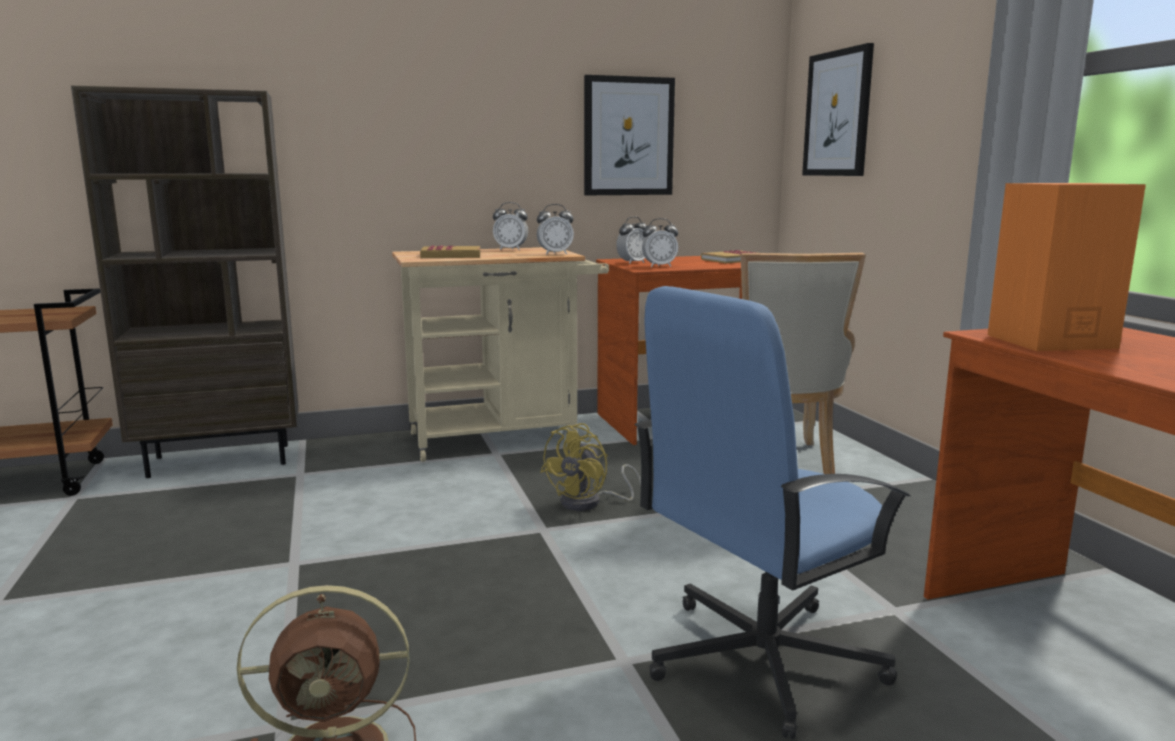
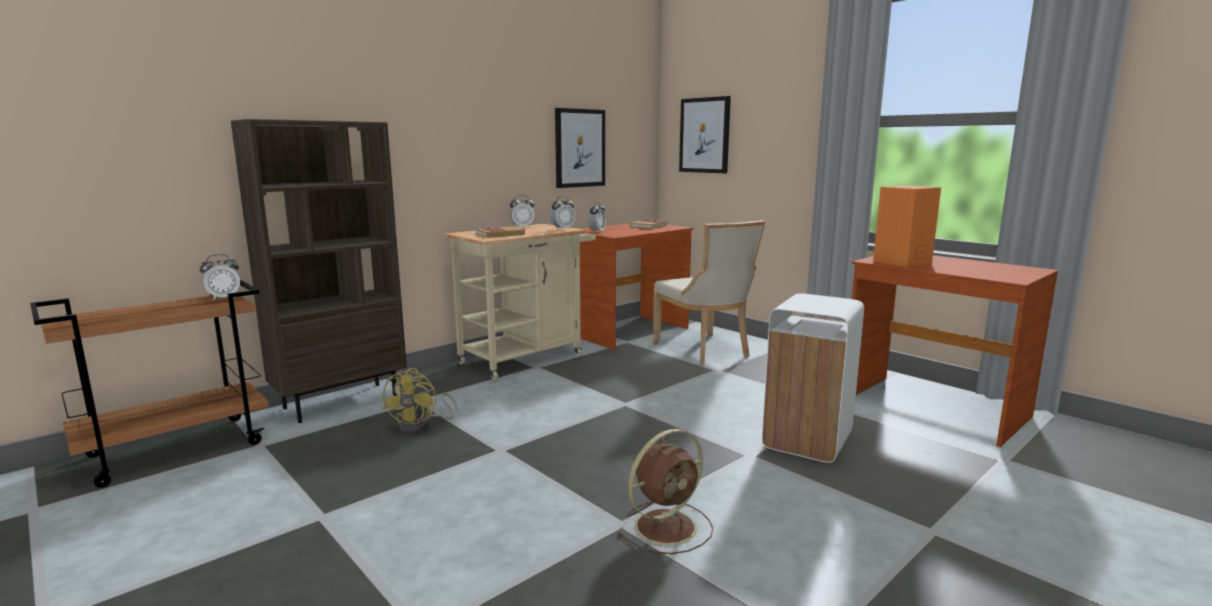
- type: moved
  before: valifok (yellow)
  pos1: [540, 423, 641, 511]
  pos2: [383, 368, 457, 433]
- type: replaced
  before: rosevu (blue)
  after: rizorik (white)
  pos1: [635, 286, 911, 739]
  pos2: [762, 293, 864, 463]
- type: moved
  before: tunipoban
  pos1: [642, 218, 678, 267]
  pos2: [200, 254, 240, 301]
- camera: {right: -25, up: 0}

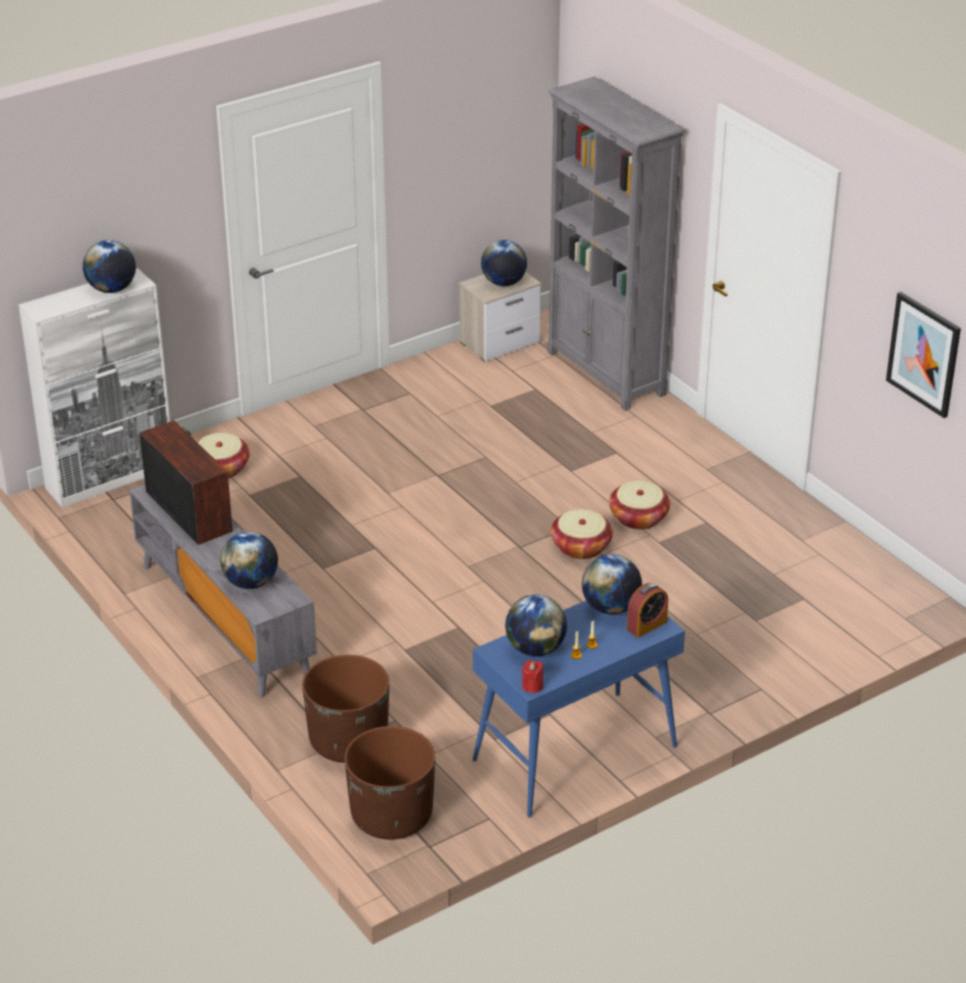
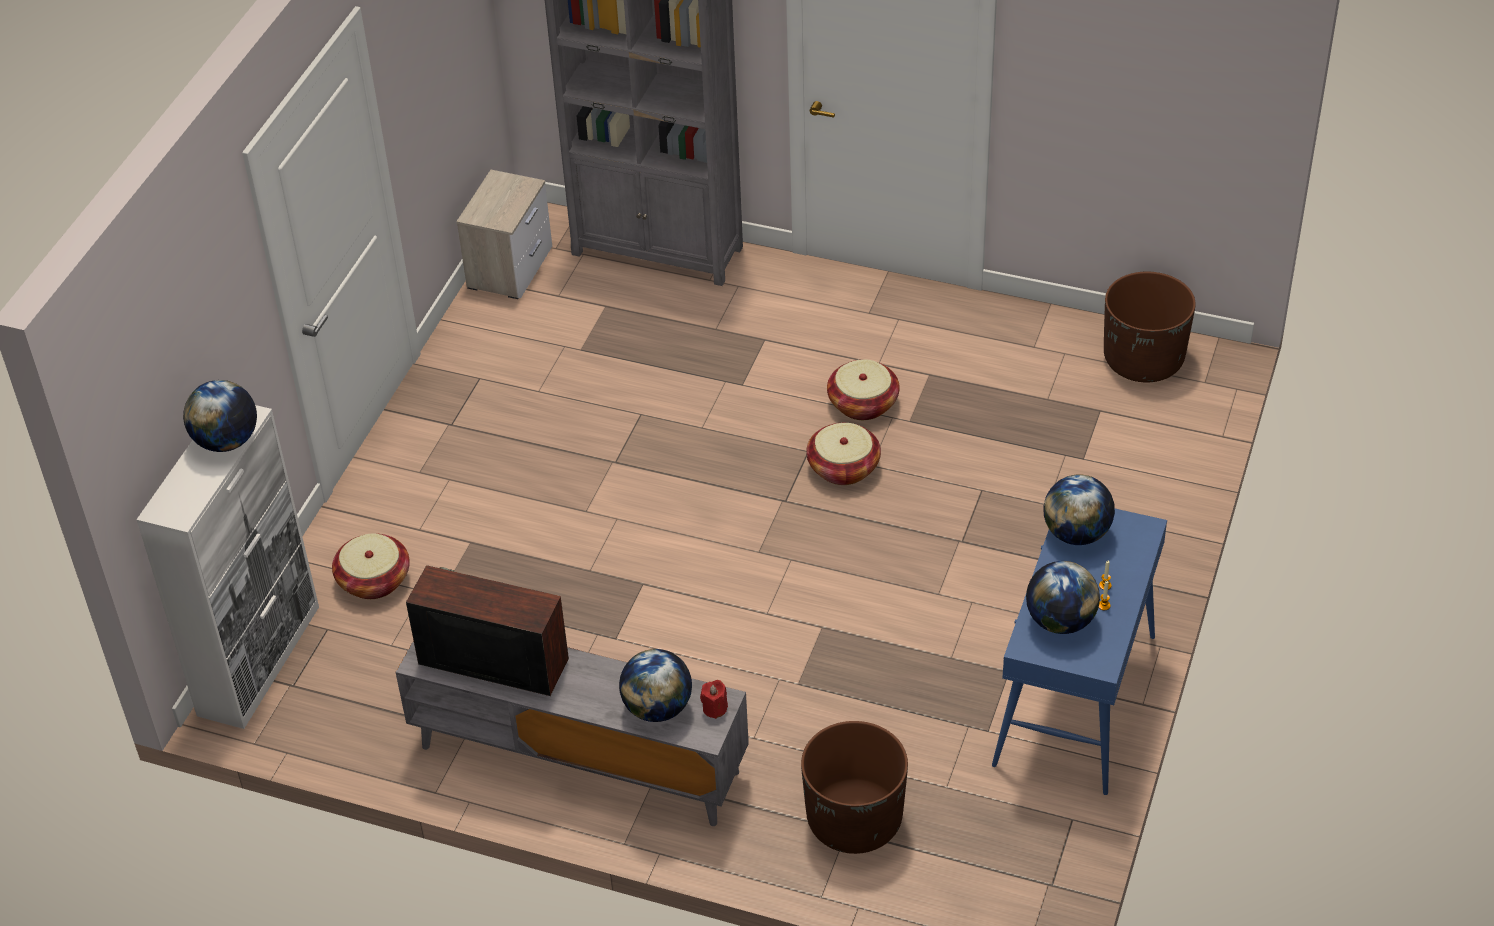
- type: moved
  before: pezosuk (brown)
  pos1: [344, 726, 435, 840]
  pos2: [1104, 272, 1196, 382]
- type: removed
  before: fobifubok
  pos1: [481, 240, 527, 286]
- type: moved
  before: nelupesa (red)
  pos1: [522, 660, 543, 693]
  pos2: [700, 680, 728, 719]
- type: removed
  before: tunipoban
  pos1: [627, 583, 668, 638]
- type: removed
  before: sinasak
  pos1: [886, 292, 961, 418]
- camera: {right: -35, up: 10}

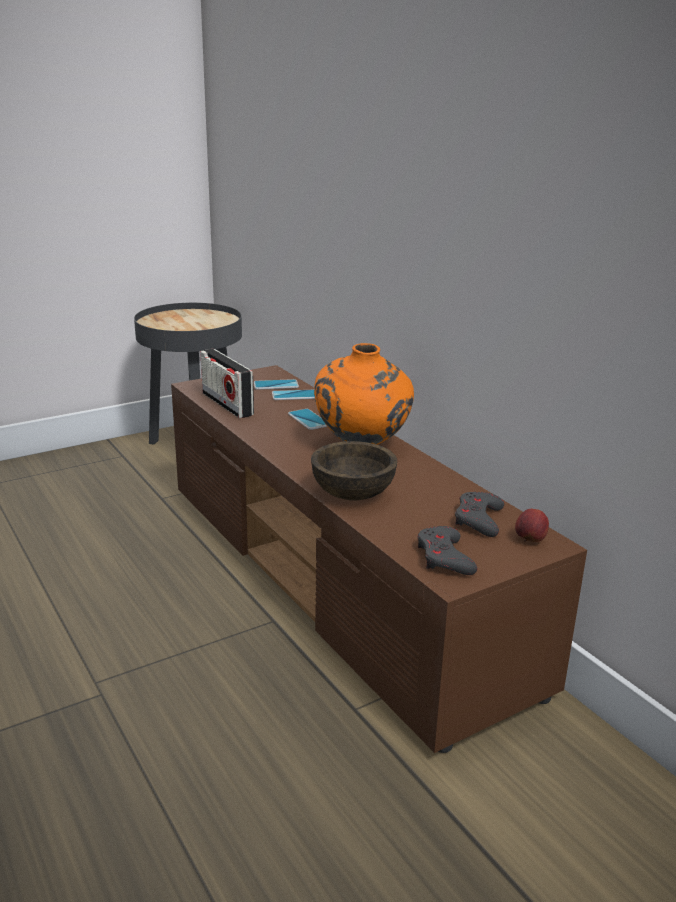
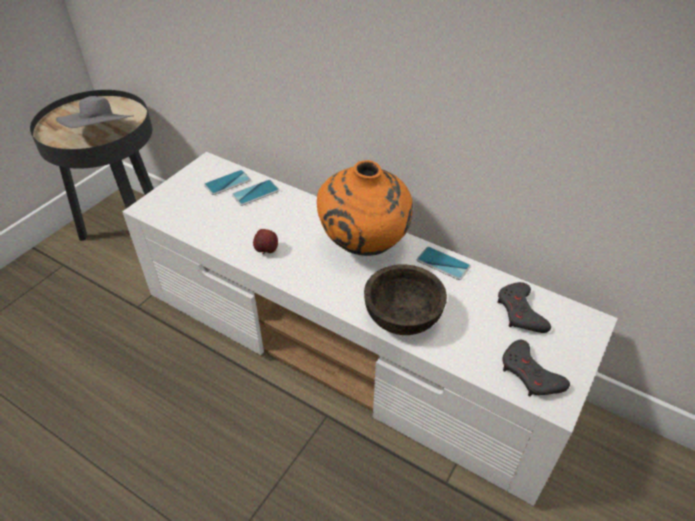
- type: recoloured
  before: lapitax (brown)
  after: lapitax (white)
  pos1: [171, 365, 587, 753]
  pos2: [122, 152, 618, 506]
- type: removed
  before: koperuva
  pos1: [200, 349, 254, 418]
- type: moved
  before: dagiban
  pos1: [288, 409, 328, 430]
  pos2: [417, 247, 471, 280]
- type: moved
  before: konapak
  pos1: [515, 509, 549, 542]
  pos2: [253, 229, 278, 254]
- type: added
  after: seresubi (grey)
  pos2: [56, 96, 132, 128]
- camera: {right: -25, up: 20}

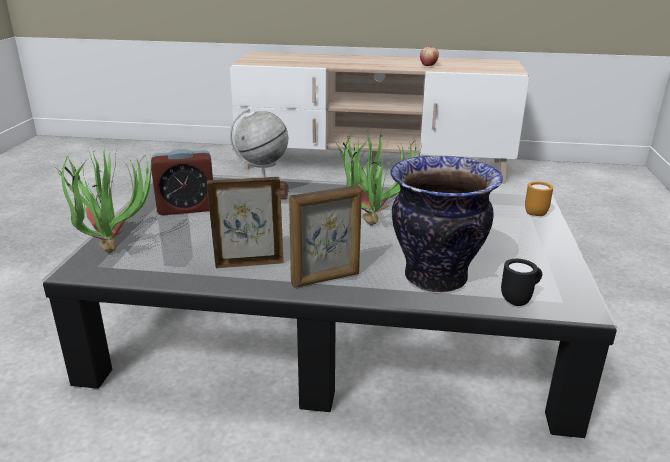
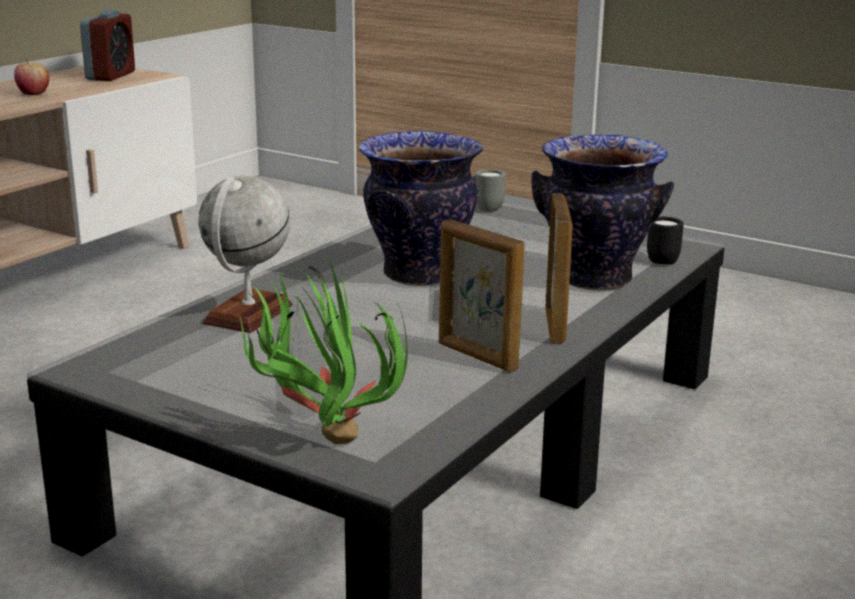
- type: moved
  before: tunipoban
  pos1: [151, 149, 213, 215]
  pos2: [80, 10, 135, 81]
- type: turned
  before: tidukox
  pos1: [207, 177, 284, 268]
  pos2: [439, 219, 525, 372]
  turn: -60
- type: replaced
  before: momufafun
  after: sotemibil
  pos1: [337, 129, 422, 226]
  pos2: [358, 131, 483, 286]
- type: recoloured
  before: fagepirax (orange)
  after: fagepirax (grey)
  pos1: [525, 181, 553, 216]
  pos2: [473, 169, 506, 212]
- camera: {right: -65, up: -5}

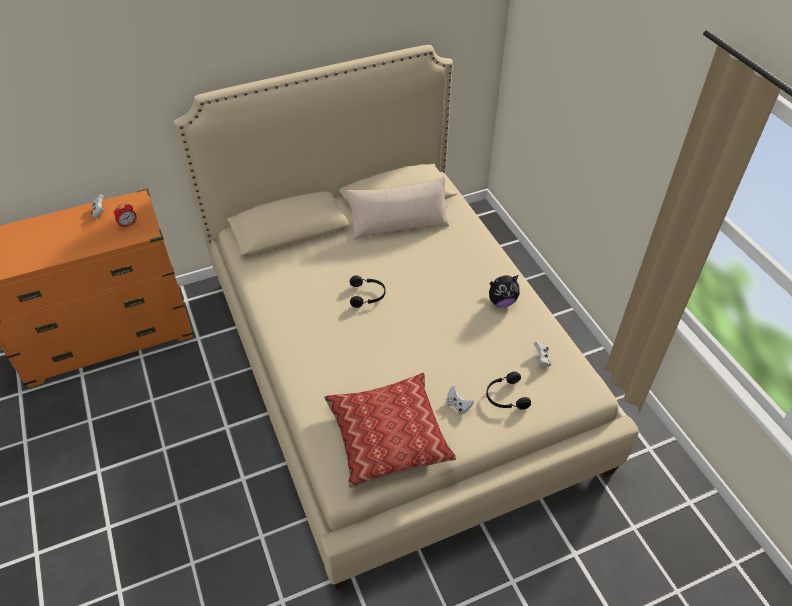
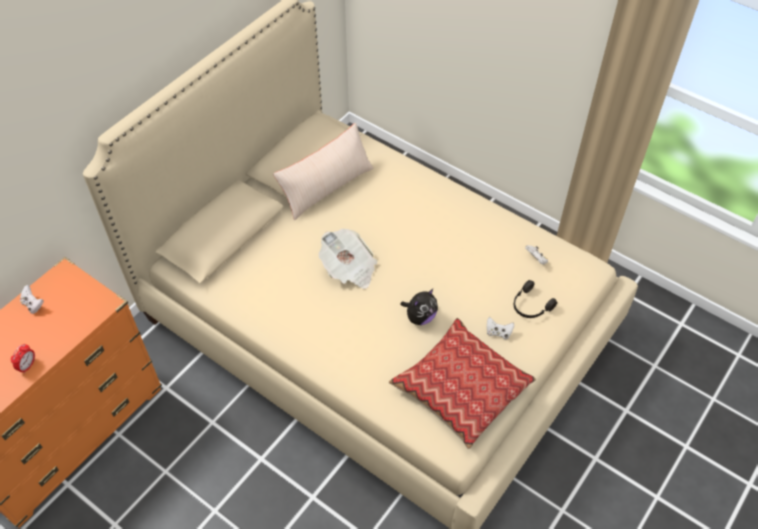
- type: moved
  before: tunipoban
  pos1: [114, 203, 137, 228]
  pos2: [11, 344, 35, 373]
- type: replaced
  before: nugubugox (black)
  after: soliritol
  pos1: [350, 275, 386, 308]
  pos2: [319, 229, 377, 289]
- type: moved
  before: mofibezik
  pos1: [489, 275, 520, 307]
  pos2: [401, 289, 438, 325]
- camera: {right: -30, up: 5}

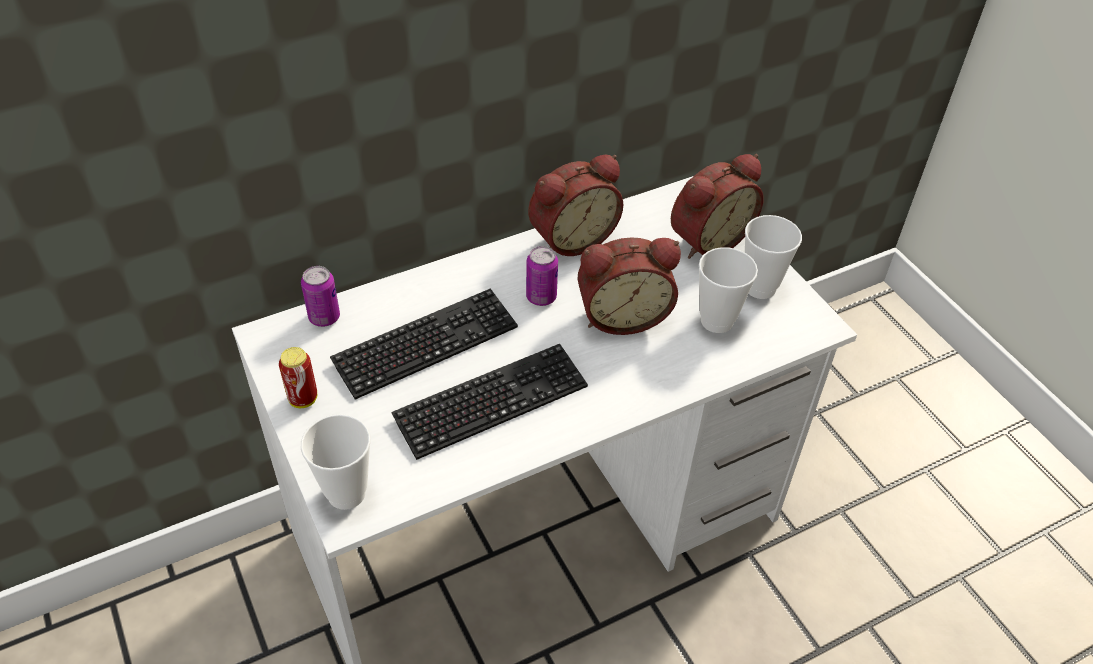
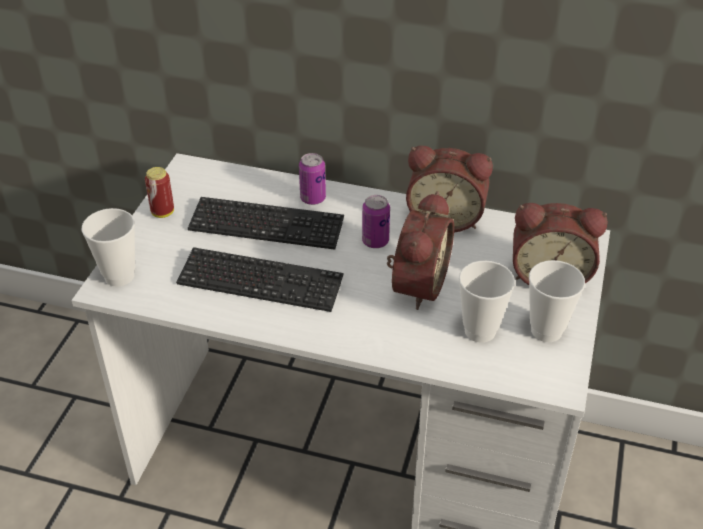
- type: moved
  before: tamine
  pos1: [301, 266, 340, 327]
  pos2: [299, 153, 326, 205]
- type: turned
  before: tunipoban
  pos1: [578, 237, 681, 335]
  pos2: [387, 191, 454, 310]
  turn: -105
- camera: {right: 45, up: -5}

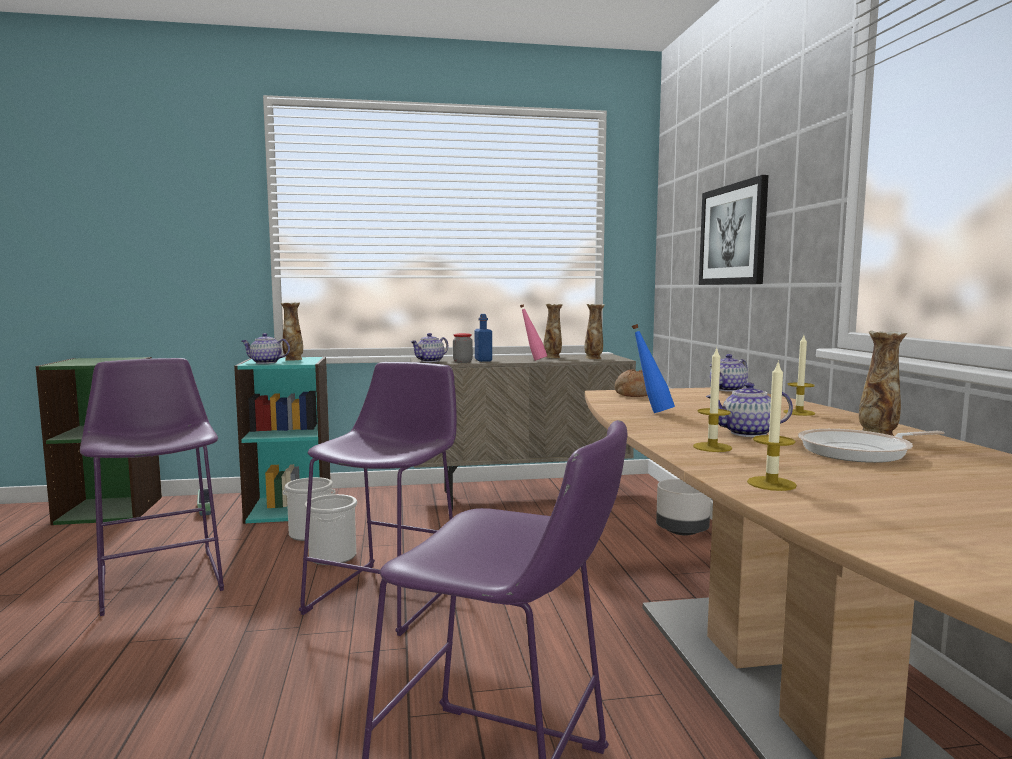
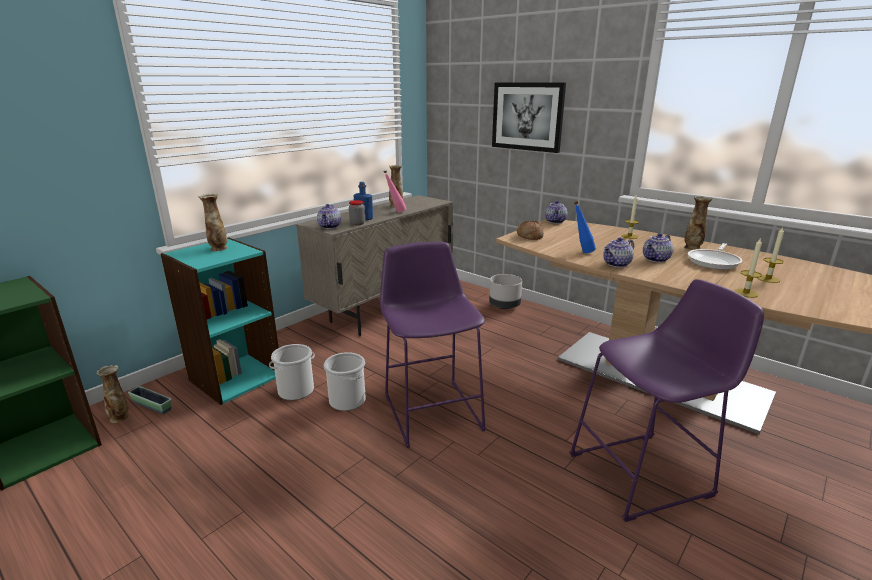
- type: removed
  before: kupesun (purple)
  pos1: [80, 358, 224, 616]
- type: moved
  before: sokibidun
  pos1: [242, 333, 290, 364]
  pos2: [603, 237, 634, 268]
- type: moved
  before: sotemibil
  pos1: [584, 304, 605, 359]
  pos2: [96, 365, 129, 423]
- type: moved
  before: nelupesa
  pos1: [693, 347, 732, 452]
  pos2: [757, 227, 784, 283]
- camera: {right: -40, up: 15}

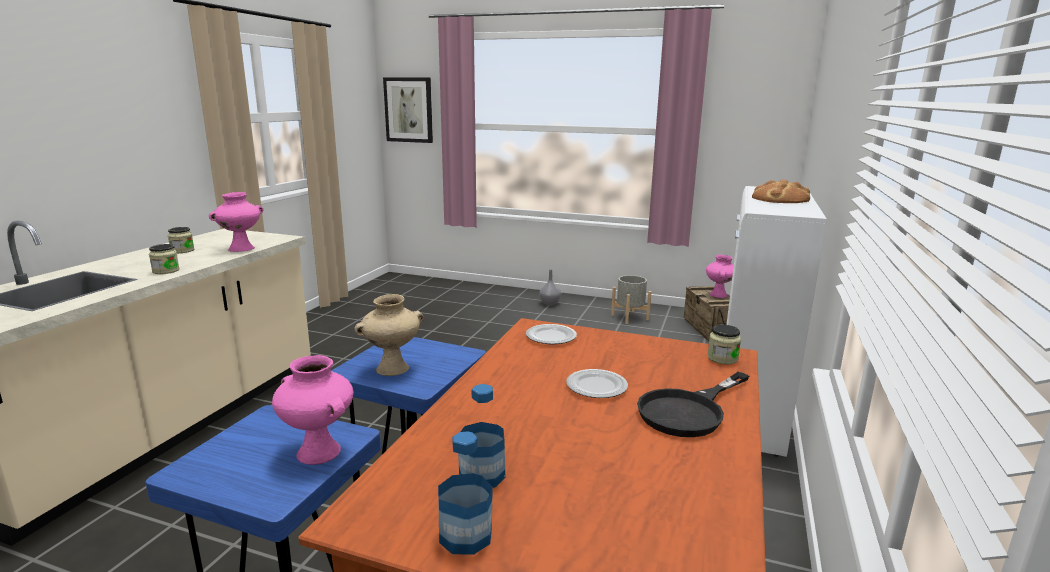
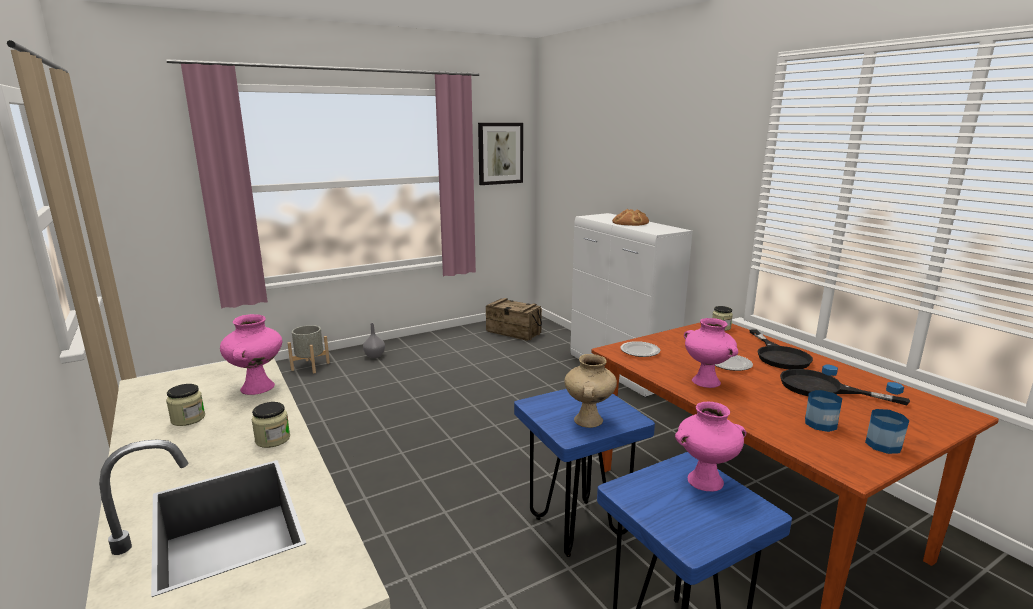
- type: moved
  before: sinasak
  pos1: [383, 77, 433, 143]
  pos2: [478, 123, 523, 185]
- type: moved
  before: pezosuk (grey)
  pos1: [611, 275, 651, 324]
  pos2: [288, 325, 330, 373]
- type: moved
  before: sotemibil (pink)
  pos1: [706, 255, 734, 298]
  pos2: [684, 318, 738, 388]
- type: added
  after: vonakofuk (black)
  pos2: [780, 369, 910, 405]
- camera: {right: -50, up: 0}

